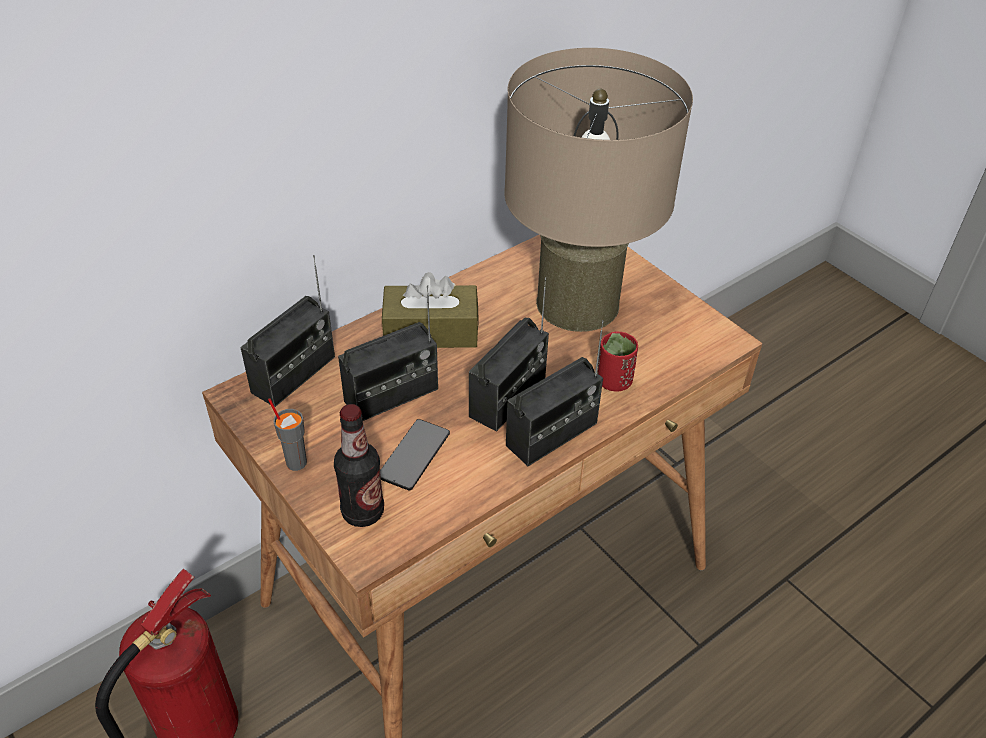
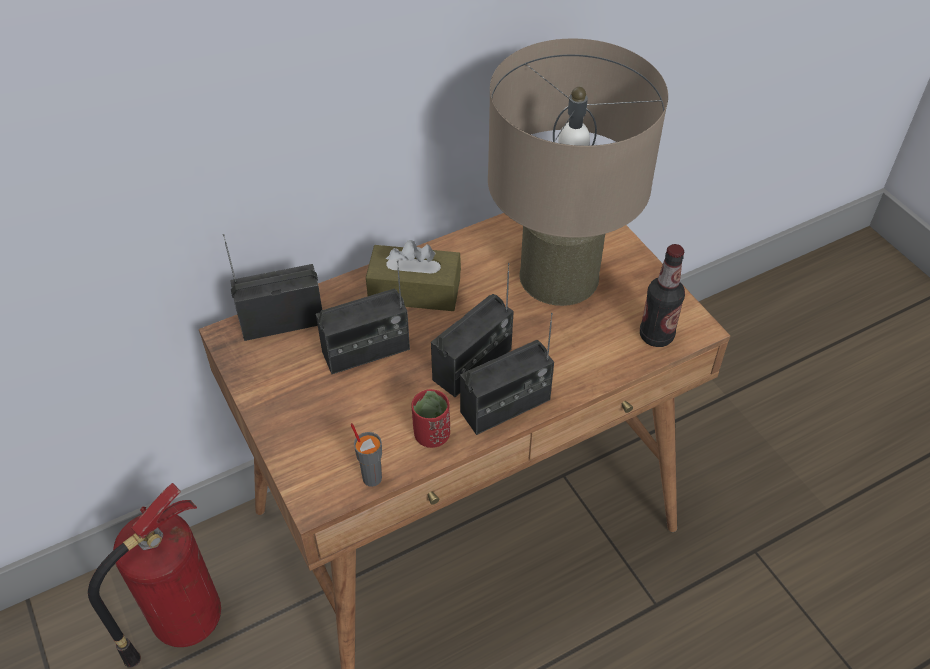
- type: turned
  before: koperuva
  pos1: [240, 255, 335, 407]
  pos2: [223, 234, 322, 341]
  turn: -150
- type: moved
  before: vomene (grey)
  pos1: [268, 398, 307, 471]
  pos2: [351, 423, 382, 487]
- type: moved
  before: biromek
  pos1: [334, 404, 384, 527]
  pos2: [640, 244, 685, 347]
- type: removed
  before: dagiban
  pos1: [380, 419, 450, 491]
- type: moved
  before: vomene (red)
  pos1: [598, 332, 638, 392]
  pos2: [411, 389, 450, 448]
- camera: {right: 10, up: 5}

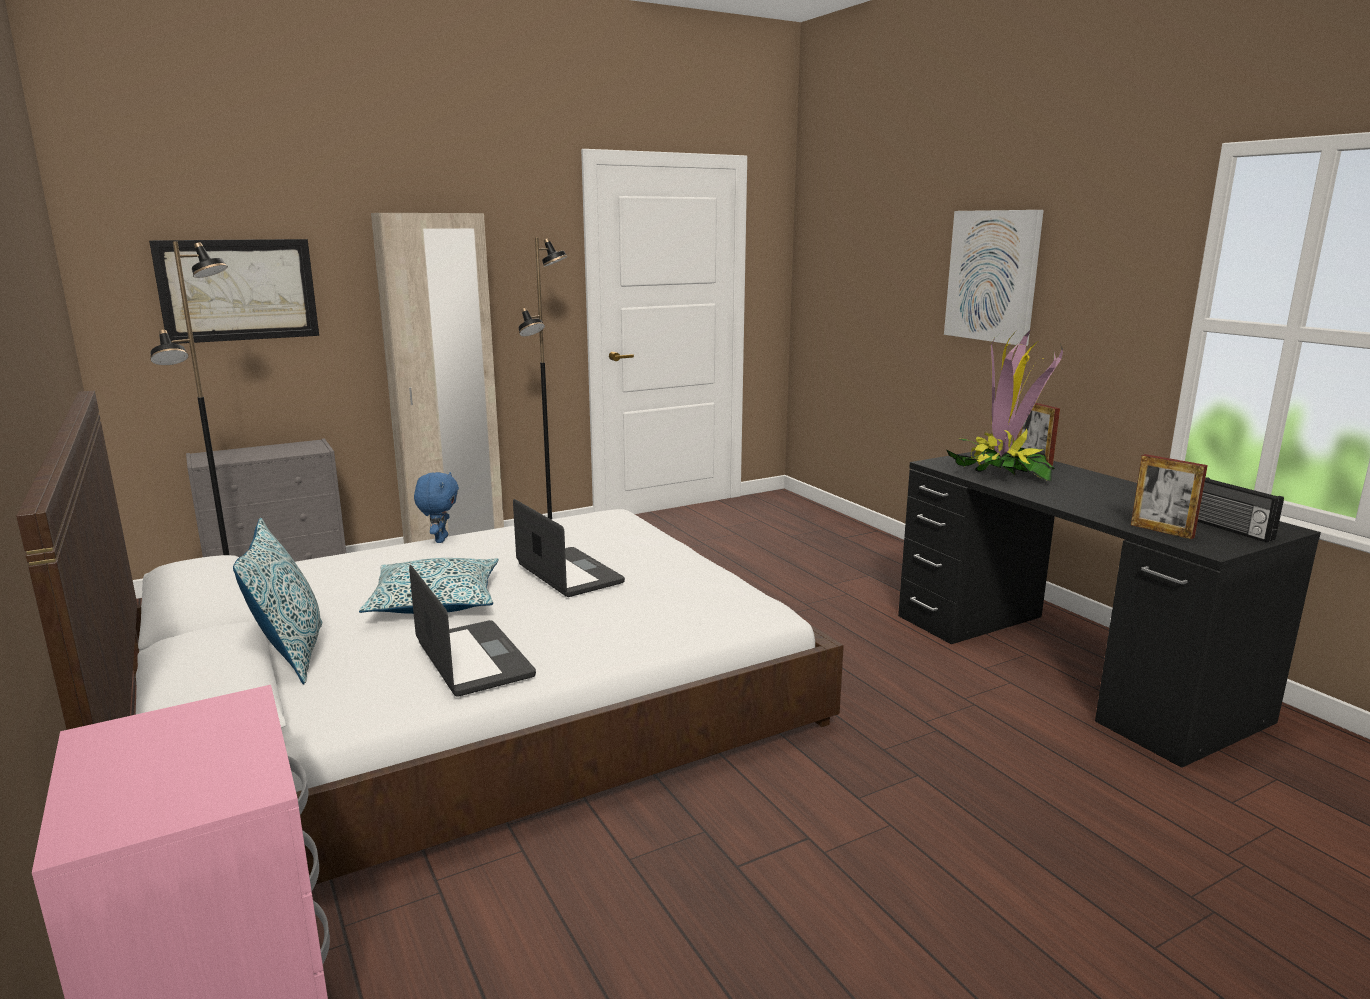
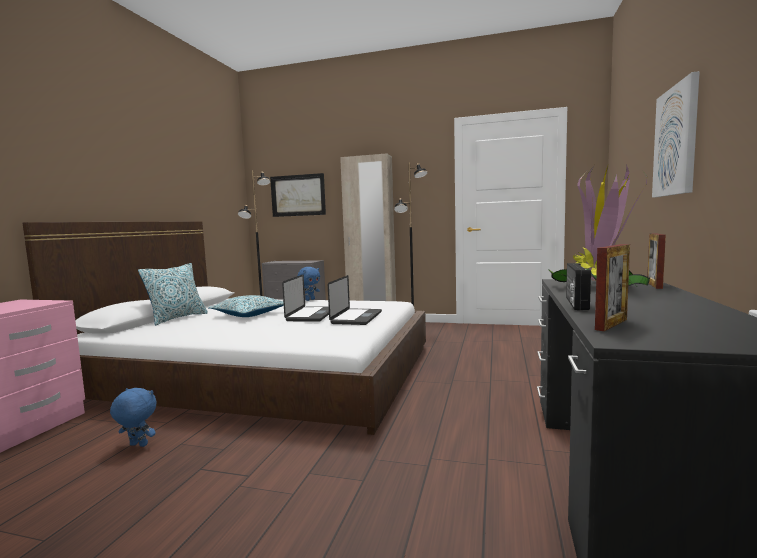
- type: moved
  before: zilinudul
  pos1: [409, 565, 536, 697]
  pos2: [328, 275, 382, 325]
- type: turned
  before: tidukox
  pos1: [1131, 454, 1208, 539]
  pos2: [595, 244, 630, 331]
  turn: -135
- type: moved
  before: koperuva
  pos1: [1198, 477, 1284, 542]
  pos2: [566, 263, 591, 310]
- type: added
  after: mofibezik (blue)
  pos2: [110, 388, 157, 447]
- camera: {right: 45, up: -10}

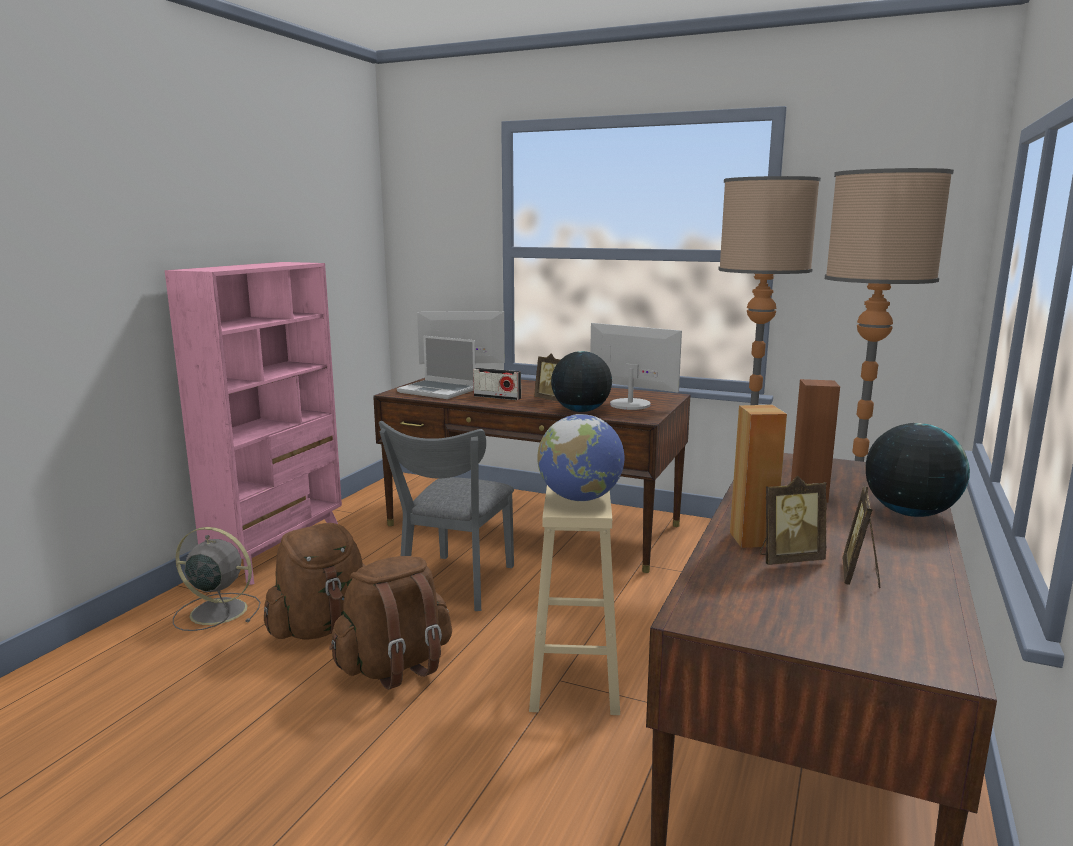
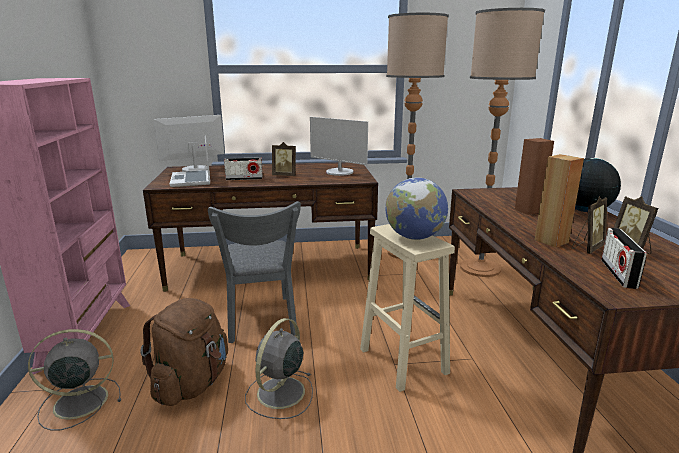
- type: replaced
  before: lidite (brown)
  after: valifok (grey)
  pos1: [329, 556, 452, 690]
  pos2: [245, 318, 313, 419]
- type: turned
  before: zilinudul
  pos1: [397, 336, 475, 399]
  pos2: [170, 136, 210, 187]
  turn: 75
- type: removed
  before: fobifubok
  pos1: [551, 351, 612, 412]
- type: turned
  before: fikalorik
  pos1: [590, 323, 682, 410]
  pos2: [310, 117, 368, 176]
  turn: -150
- type: added
  after: koperuva
  pos2: [601, 228, 647, 289]
- camera: {right: -30, up: 5}

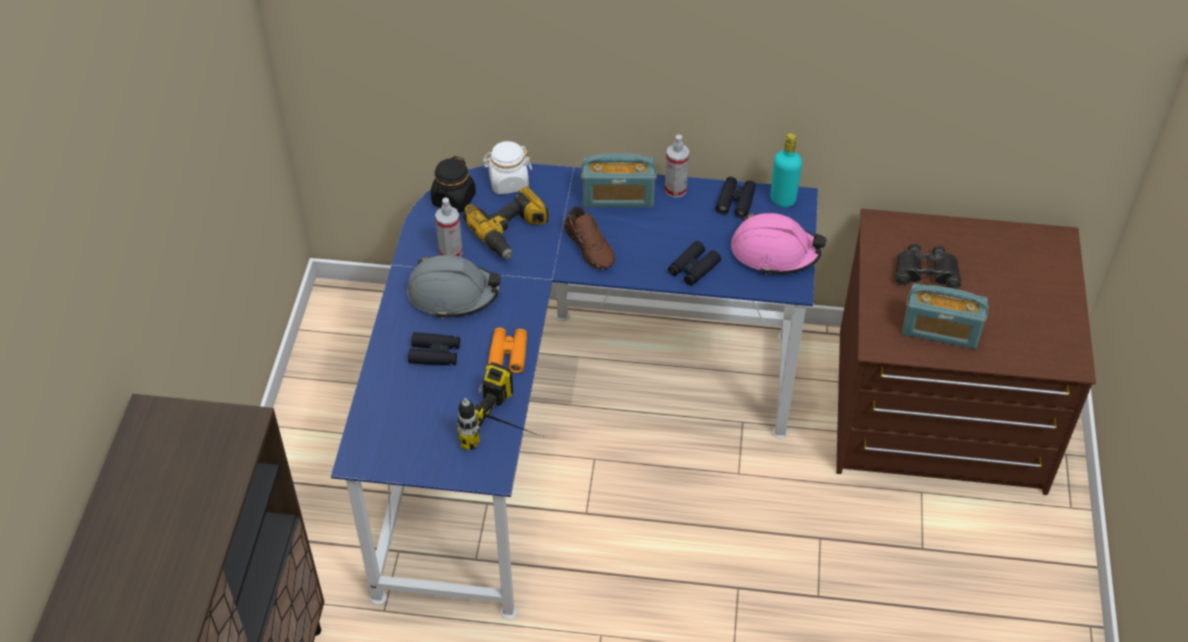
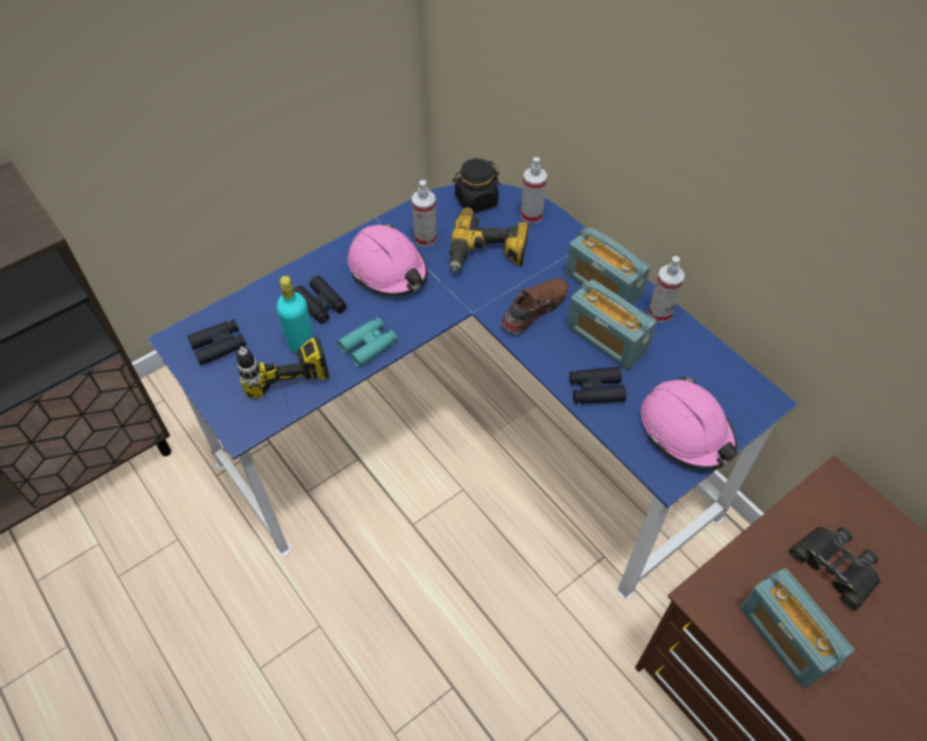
- type: recoloured
  before: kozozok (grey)
  after: kozozok (pink)
  pos1: [407, 255, 501, 319]
  pos2: [348, 224, 428, 296]
- type: replaced
  before: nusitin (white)
  after: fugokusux
  pos1: [483, 141, 532, 194]
  pos2: [520, 157, 547, 223]
- type: recoloured
  before: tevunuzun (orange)
  after: tevunuzun (turquoise)
  pos1: [488, 327, 527, 373]
  pos2: [337, 317, 397, 367]
- type: turned
  before: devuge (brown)
  pos1: [564, 206, 615, 270]
  pos2: [501, 279, 569, 333]
  turn: -150
- type: moved
  before: tevunuzun (black)
  pos1: [716, 177, 756, 219]
  pos2: [187, 319, 246, 365]
- type: moved
  before: biromek (turquoise)
  pos1: [770, 133, 802, 208]
  pos2: [277, 276, 314, 354]
- type: added
  after: koperuva
  pos2: [567, 279, 656, 370]
- camera: {right: 45, up: 5}

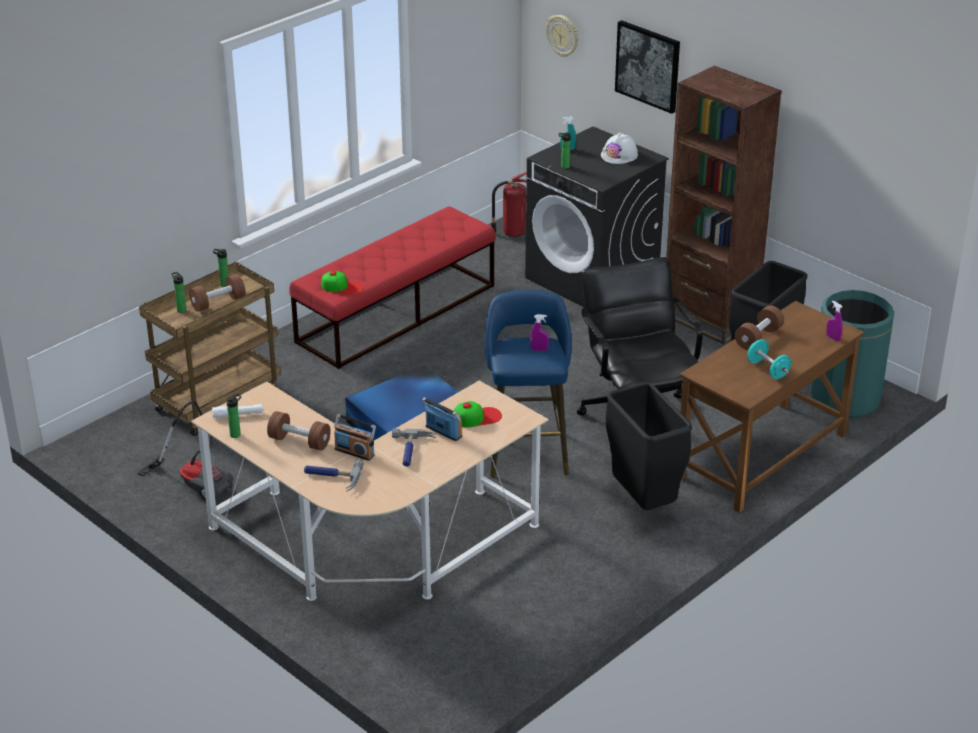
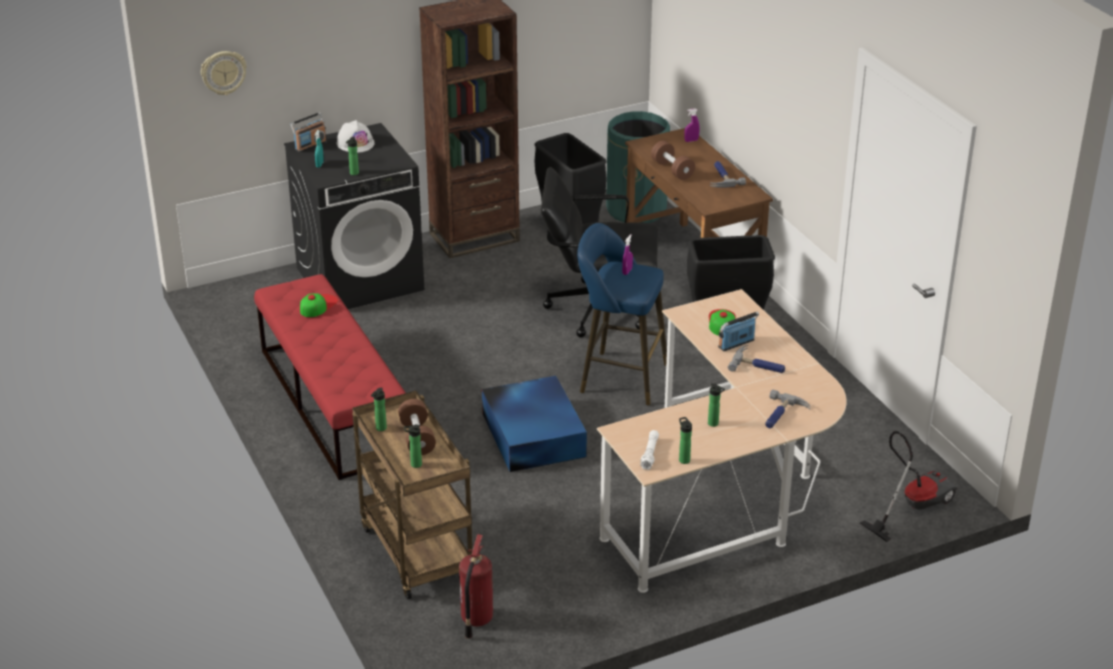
- type: moved
  before: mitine
  pos1: [137, 401, 233, 501]
  pos2: [860, 431, 957, 542]
- type: replaced
  before: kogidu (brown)
  after: biromek
  pos1: [267, 411, 331, 451]
  pos2: [708, 383, 725, 427]
- type: moved
  before: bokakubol
  pos1: [321, 271, 364, 294]
  pos2: [300, 293, 338, 317]
- type: moved
  before: koperuva
  pos1: [334, 414, 376, 461]
  pos2: [290, 112, 327, 153]
- type: moved
  before: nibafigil
  pos1: [491, 172, 527, 237]
  pos2: [459, 534, 493, 639]
- type: removed
  before: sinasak
  pos1: [615, 20, 680, 114]
- type: replaced
  before: kogidu (turquoise)
  after: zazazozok
  pos1: [747, 339, 791, 379]
  pos2: [710, 161, 746, 188]
- camera: {right: -70, up: 0}

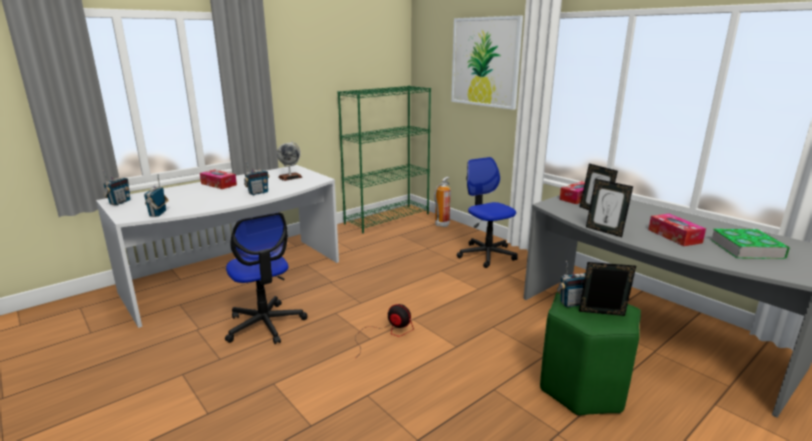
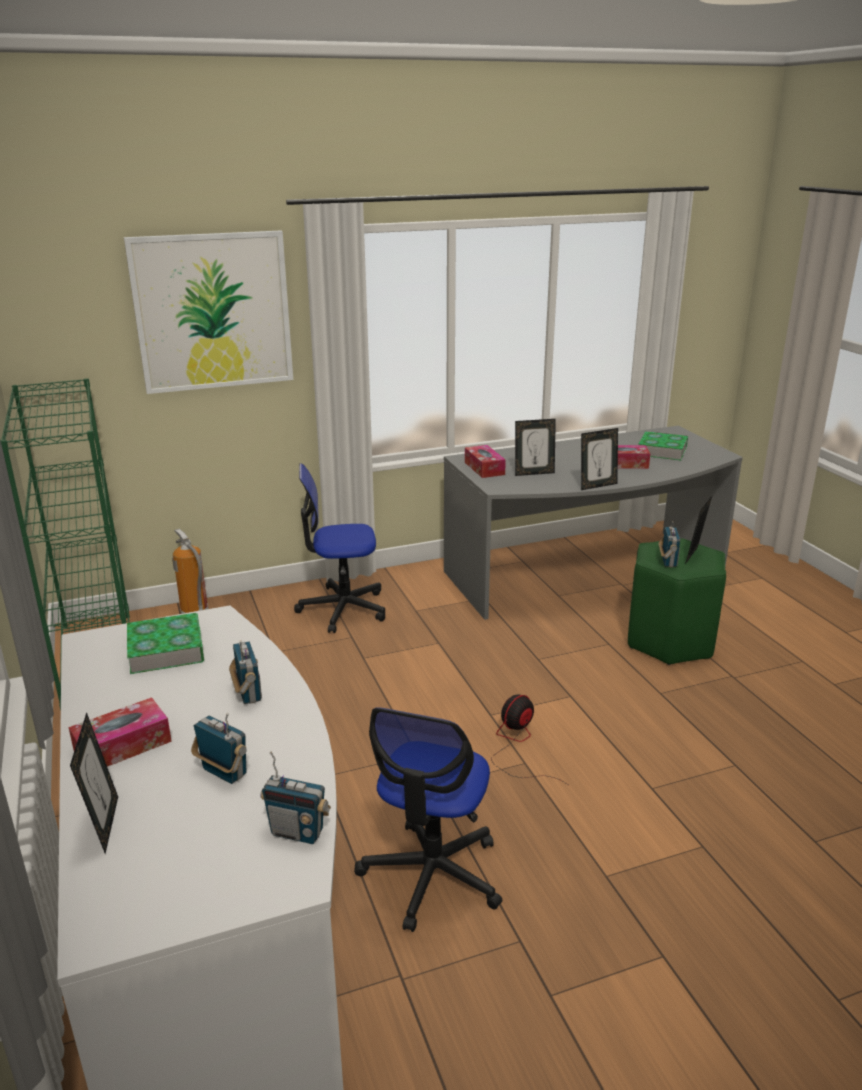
- type: moved
  before: koperuva
  pos1: [103, 170, 130, 205]
  pos2: [191, 713, 247, 784]
- type: turned
  before: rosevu
  pos1: [225, 212, 307, 344]
  pos2: [354, 707, 503, 932]
  turn: 120
- type: replaced
  before: fobifubok
  after: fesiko
  pos1: [277, 141, 303, 181]
  pos2: [127, 613, 204, 674]
- type: added
  after: tidukox
  pos2: [70, 712, 118, 854]
- camera: {right: -70, up: 5}

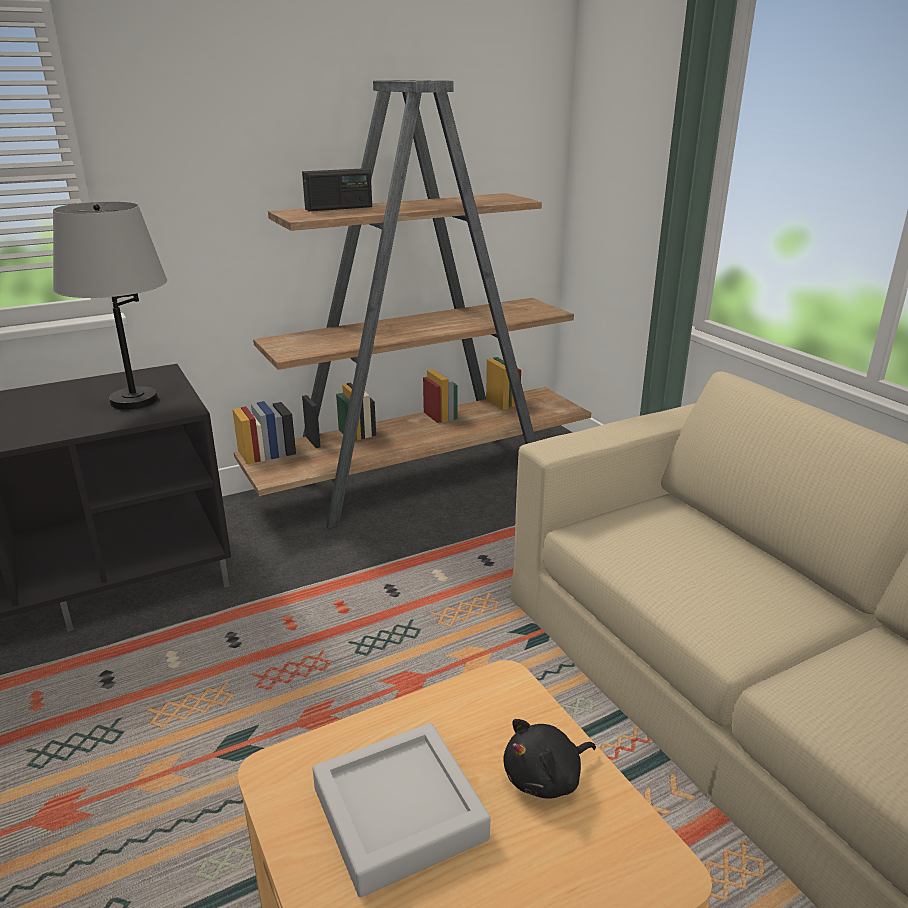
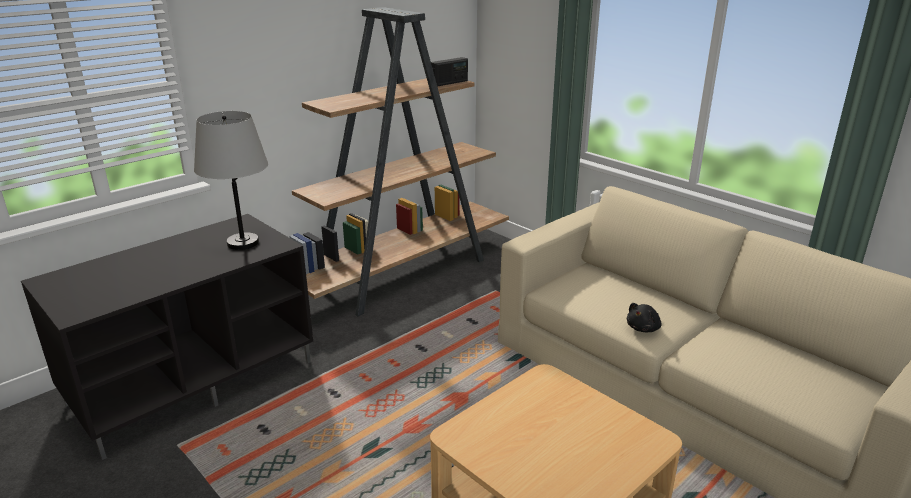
- type: moved
  before: koperuva
  pos1: [302, 168, 372, 211]
  pos2: [431, 57, 468, 87]
- type: removed
  before: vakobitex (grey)
  pos1: [313, 723, 490, 897]
- type: moved
  before: mofibezik (black)
  pos1: [503, 719, 596, 799]
  pos2: [627, 303, 662, 332]
- camera: {right: -15, up: 0}

